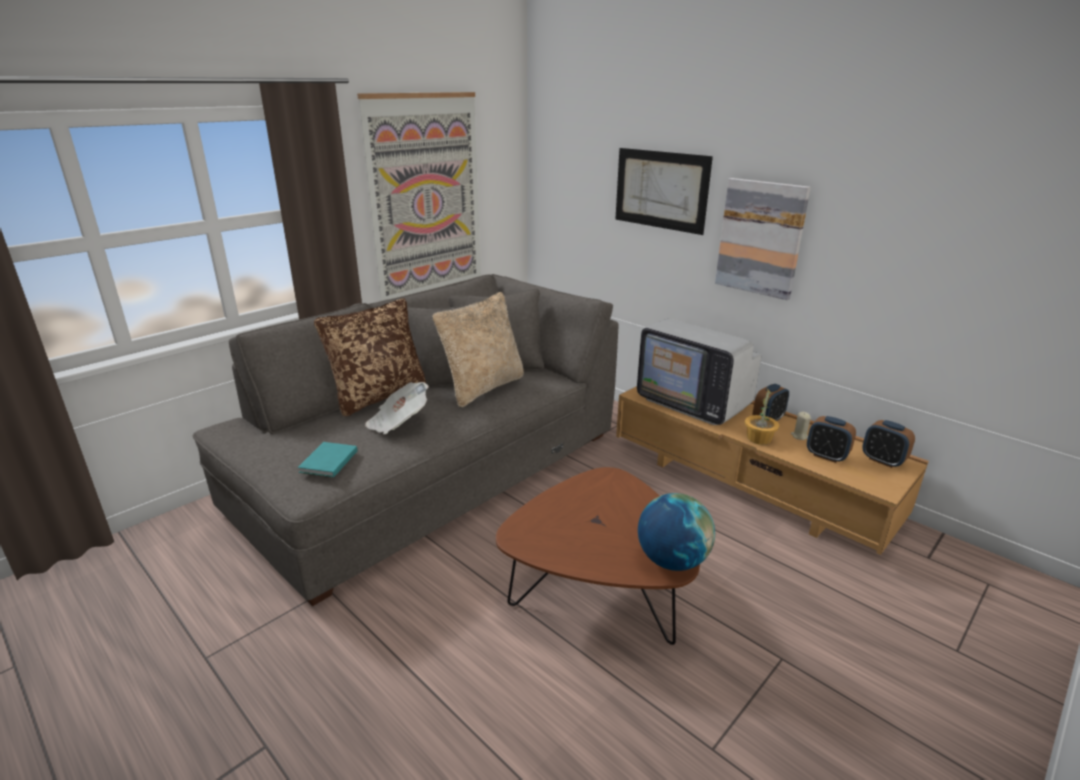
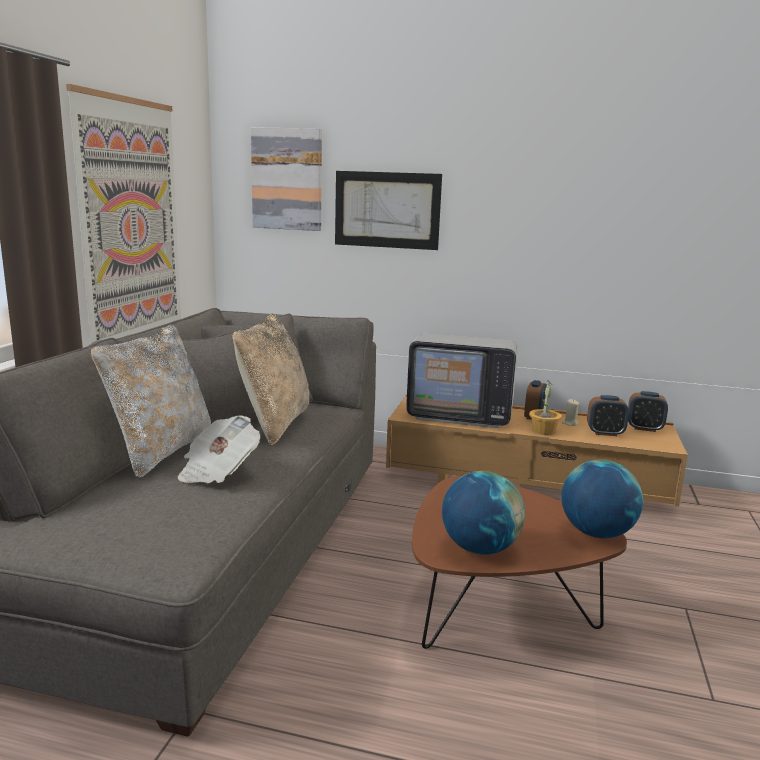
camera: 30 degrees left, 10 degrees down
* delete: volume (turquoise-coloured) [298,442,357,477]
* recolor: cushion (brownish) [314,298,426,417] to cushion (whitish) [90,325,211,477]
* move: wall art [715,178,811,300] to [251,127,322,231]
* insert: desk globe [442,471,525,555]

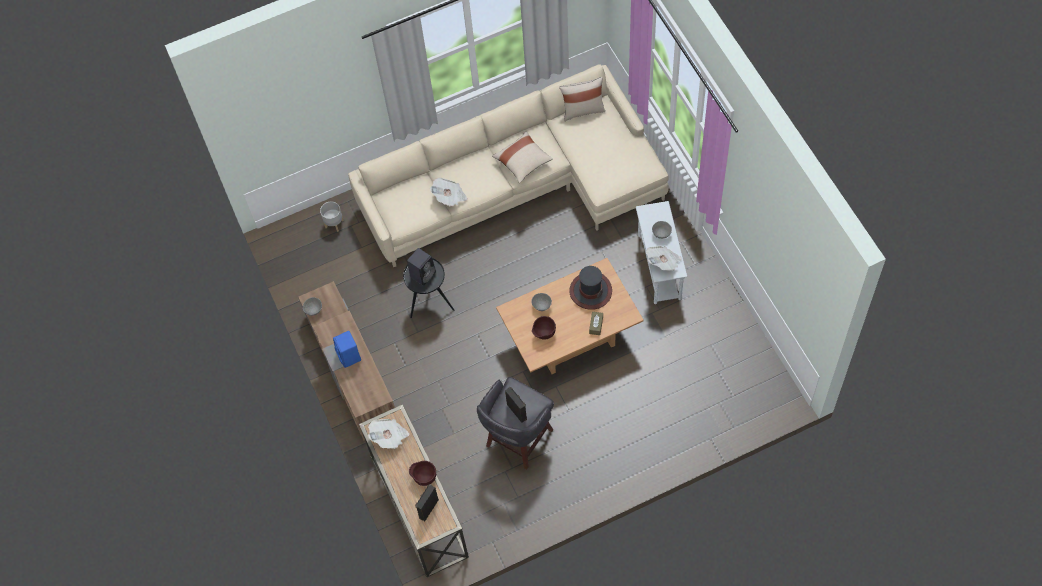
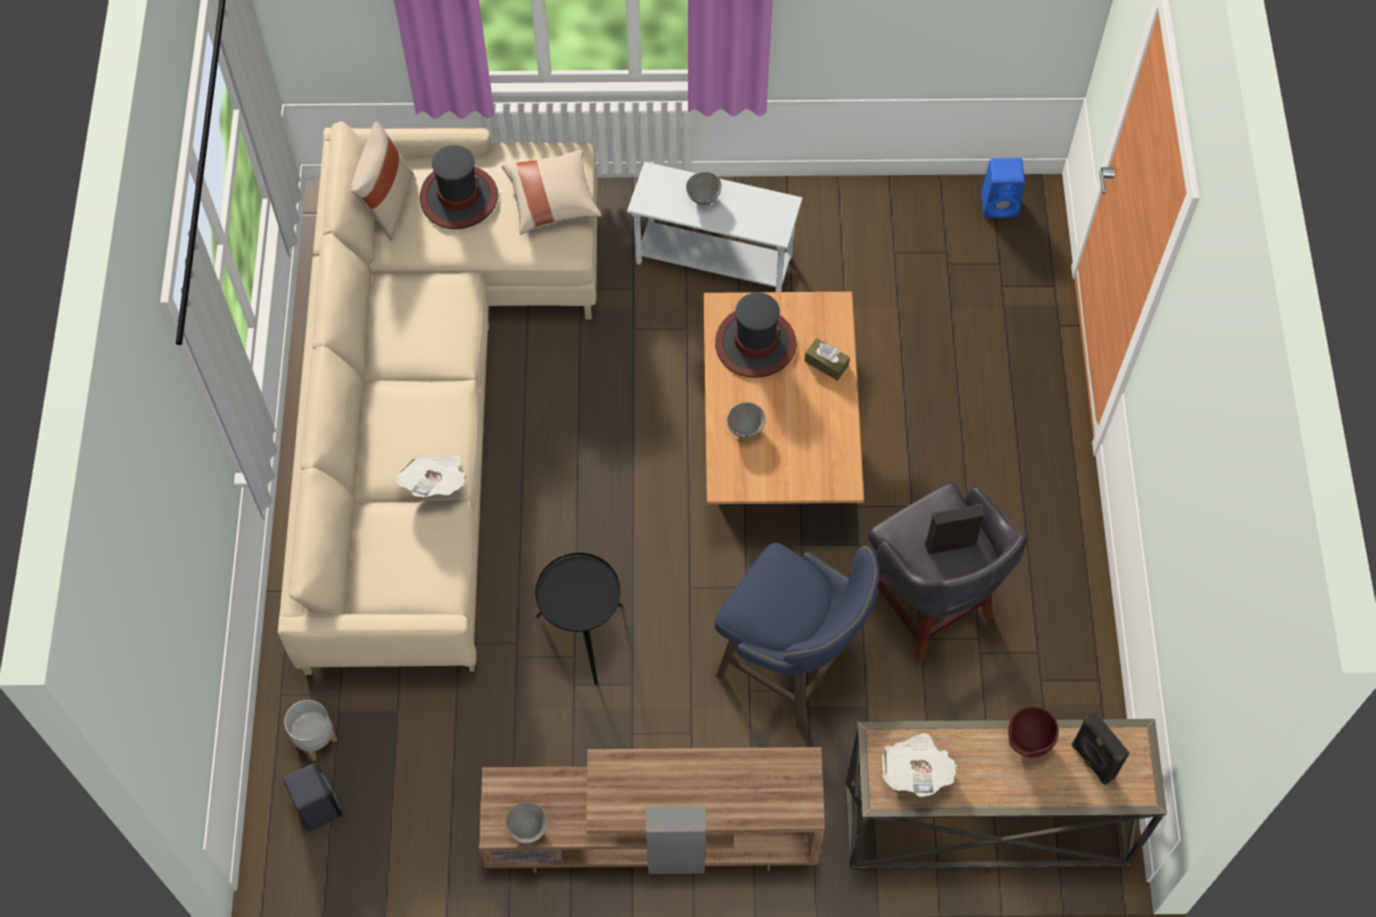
camera: 70 degrees left, 0 degrees up
* move: audio speaker (blue-coloured) [333,331,361,368] to [981,158,1025,218]
* move: audio speaker (black) [407,248,436,286] to [283,763,342,831]
* move: cushion (beige) [492,132,553,183] to [502,149,602,235]
* delete: serving bowl (brownish) [532,316,556,340]
* delete: newspaper [646,246,682,271]
* insert: clothing hat [420,145,498,229]
* insert: stool (blue-coloured) [715,543,880,730]

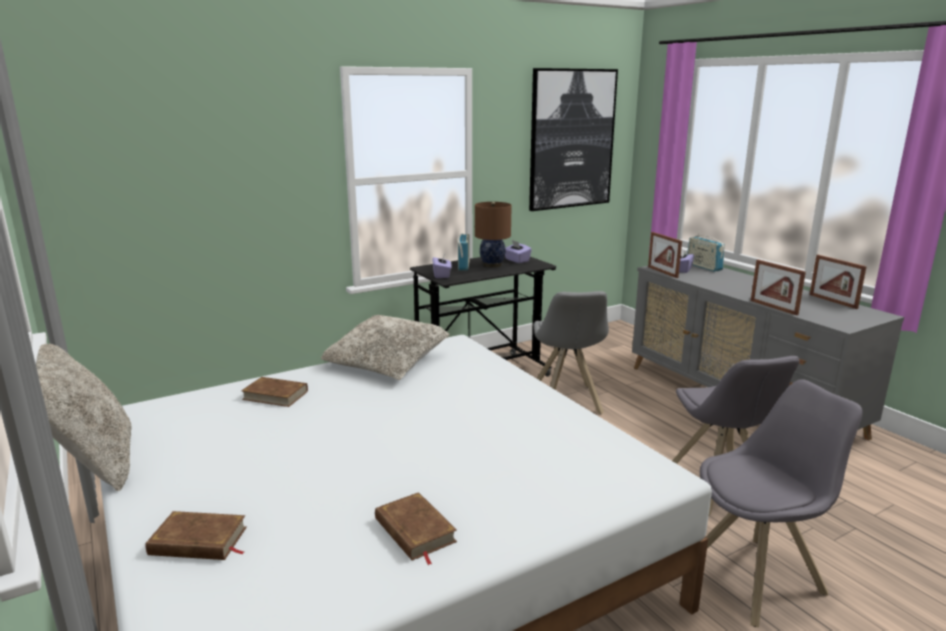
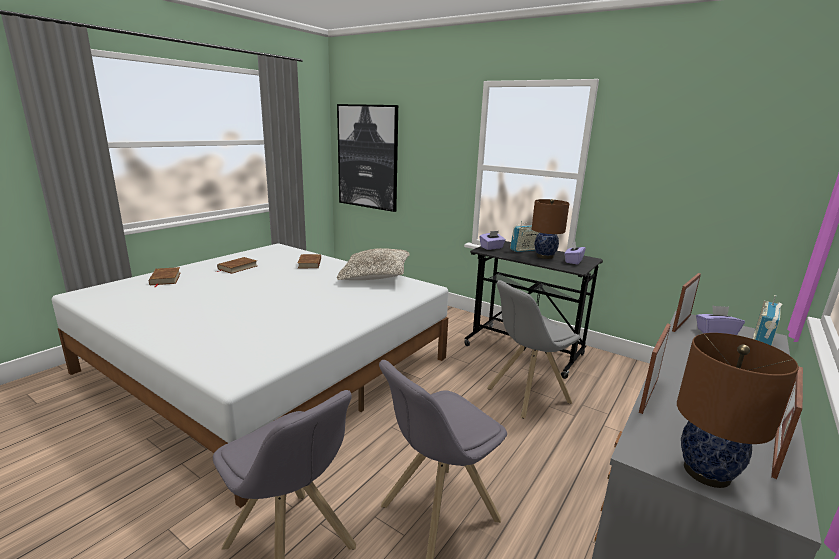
camera: 65 degrees right, 0 degrees up
* delete: cushion (beige) [36,344,131,491]
* move: volume (brownish) [375,492,457,565] to [217,257,257,274]
* move: wall art [529,68,618,211] to [337,104,398,212]
* insert: tabletop lamp (brownish) [677,333,799,488]

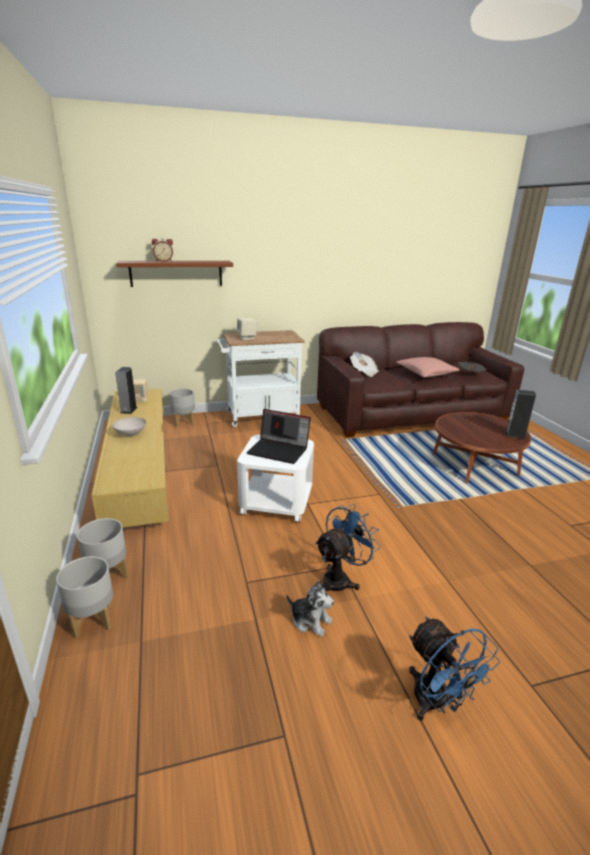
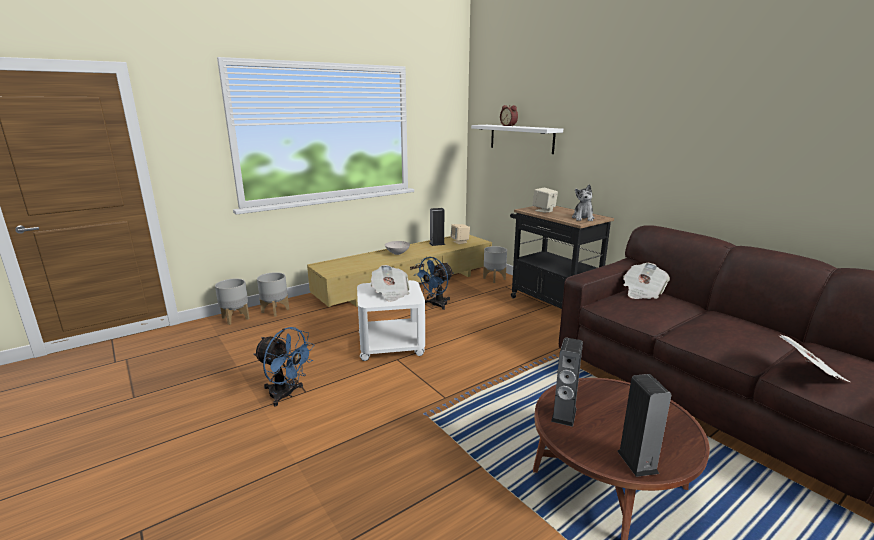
camera: 70 degrees right, 5 degrees down
* recolor: bracket shelf (brownish) [116,261,233,287] to bracket shelf (whitish) [471,125,563,154]
* recolor: wheeled cart (whitish) [217,330,304,427] to wheeled cart (black) [510,206,614,309]
* replace: notebook computer [247,409,311,464] to newspaper [371,265,410,302]
* move: plush toy [287,580,334,637] to [572,184,594,221]
* delete: cushion (pinkish) [397,357,459,378]
* move: electric fan (blue-coloured) [409,616,500,721] to [414,257,454,310]
* insert: audio speaker [551,338,583,427]

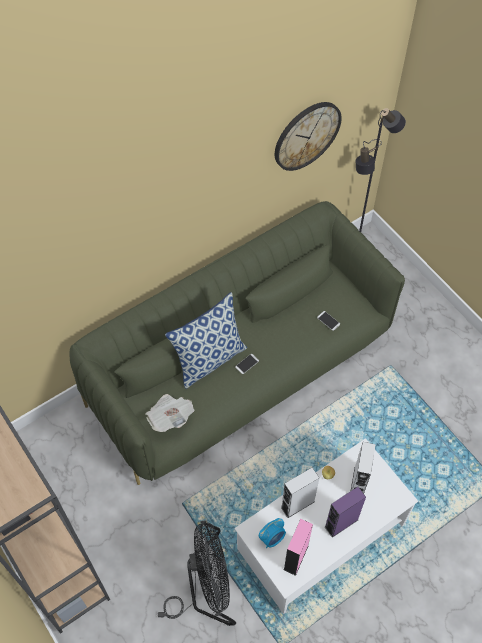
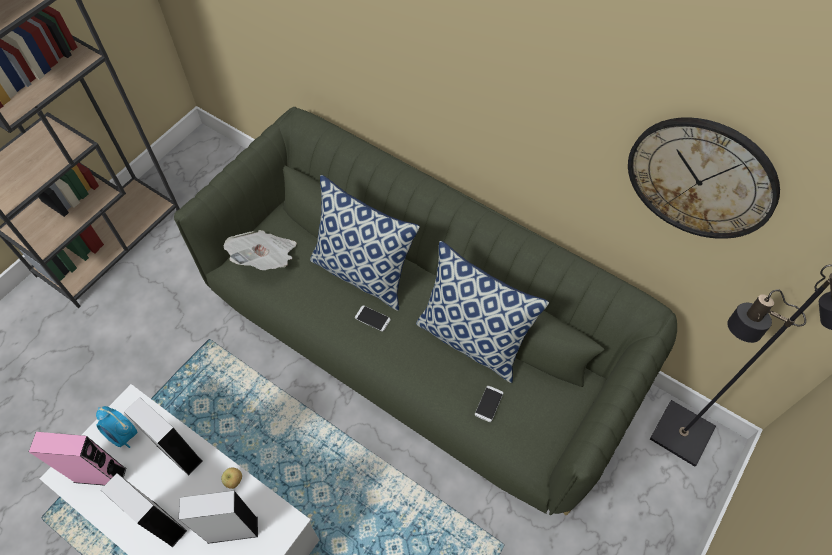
camera: 70 degrees right, 0 degrees up
* delete: electric fan (black) [156,520,236,626]
* recolor: audio speaker (purple) [325,487,366,538] to audio speaker (gray) [101,473,187,548]
* insert: cushion [416,241,549,383]

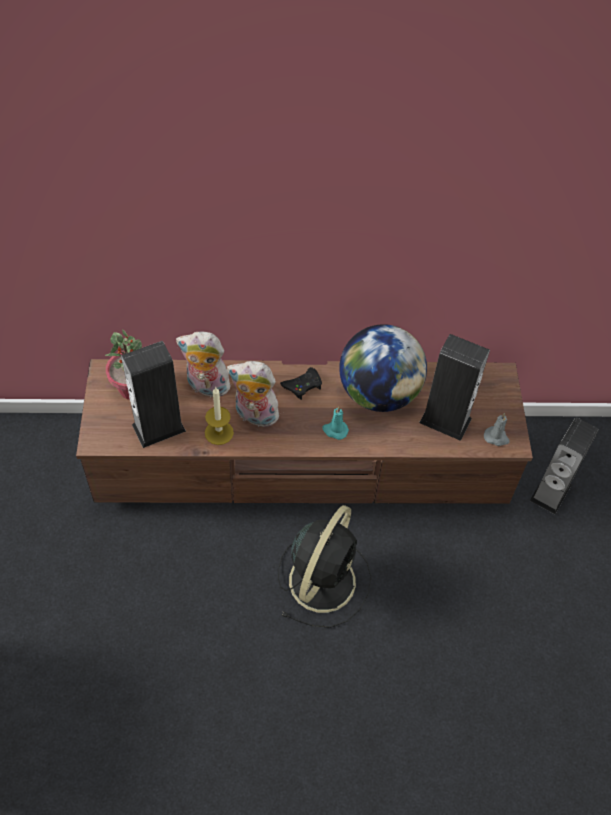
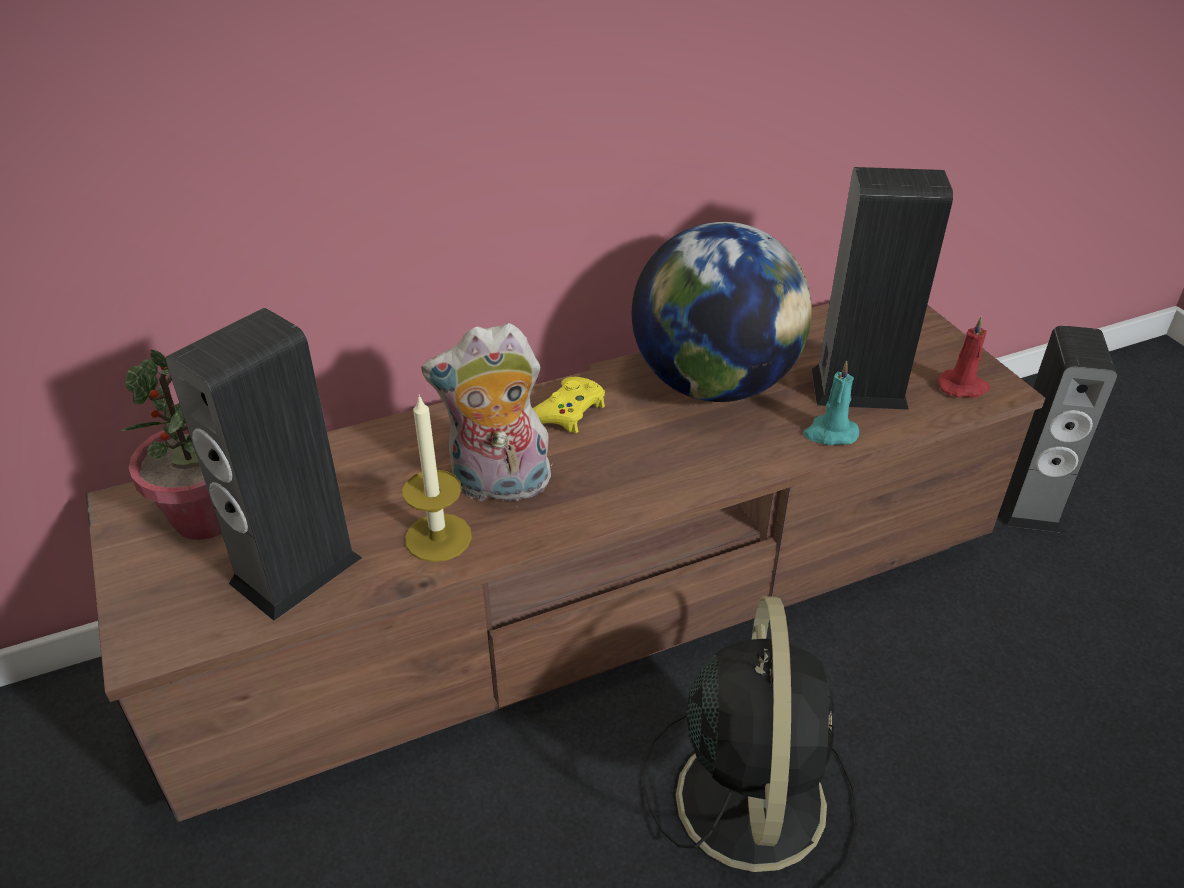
camera: 20 degrees left, 15 degrees down
* delete: plush toy [176,331,233,397]
* recolor: gamepad (black) [280,367,322,400] to gamepad (yellowish) [533,377,605,433]
* move: wax candle (turquoise-coloured) [322,407,349,440] to [803,360,859,445]
* recolor: wax candle (gray) [484,413,510,446] to wax candle (red-coloured) [937,316,990,398]

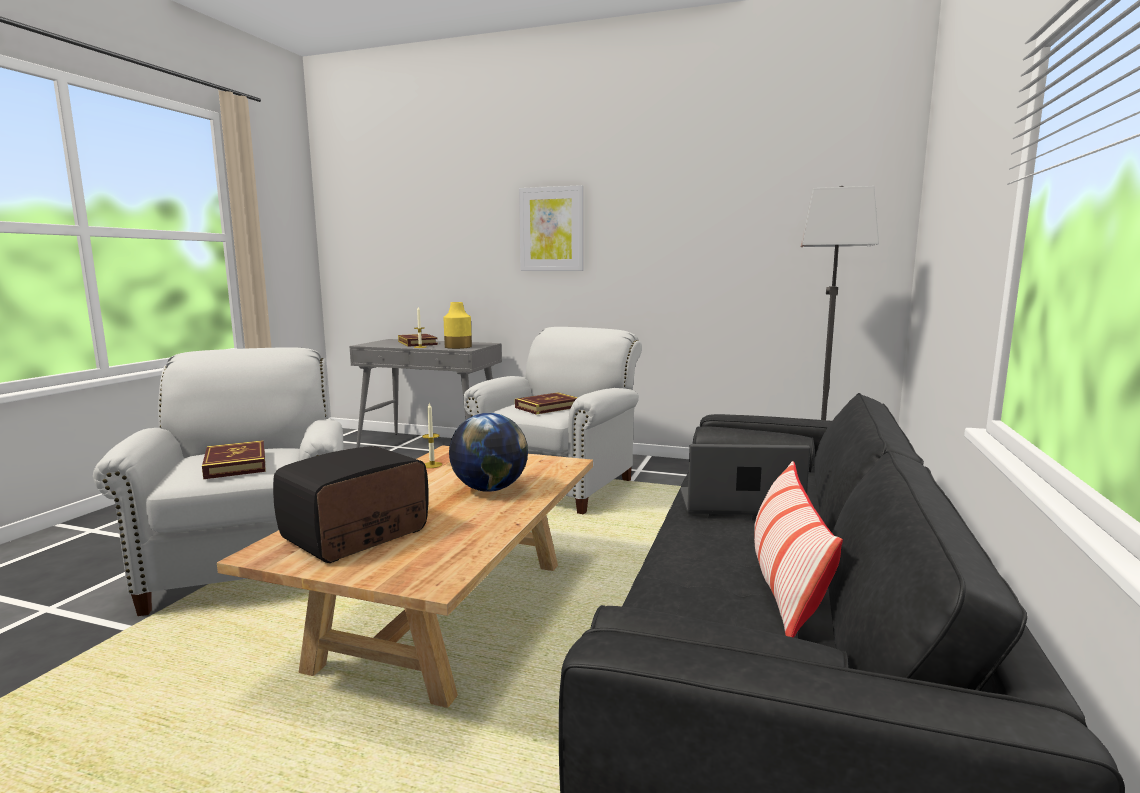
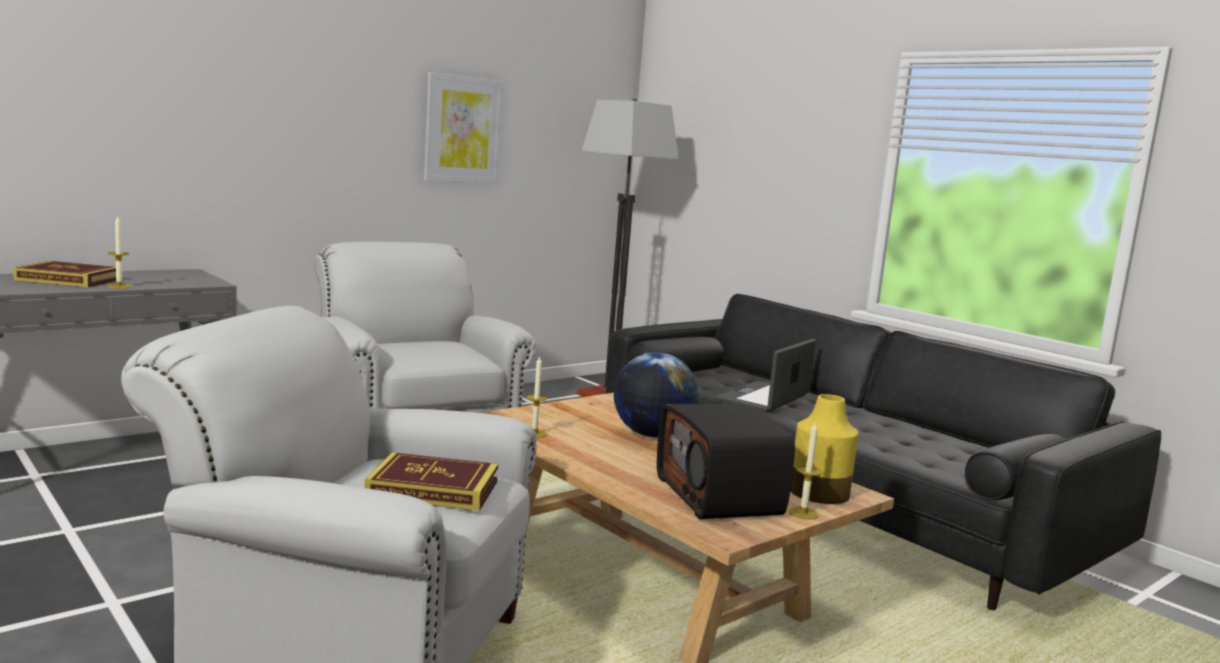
camera: 60 degrees left, 0 degrees up
* move: vase (yellowish) [443,302,472,349] to [790,394,858,504]
* delete: volume [515,392,578,415]
* move: wall art [519,185,583,271] to [424,72,504,184]
* delete: cushion [754,461,843,638]
* insert: wax candle [789,421,822,520]

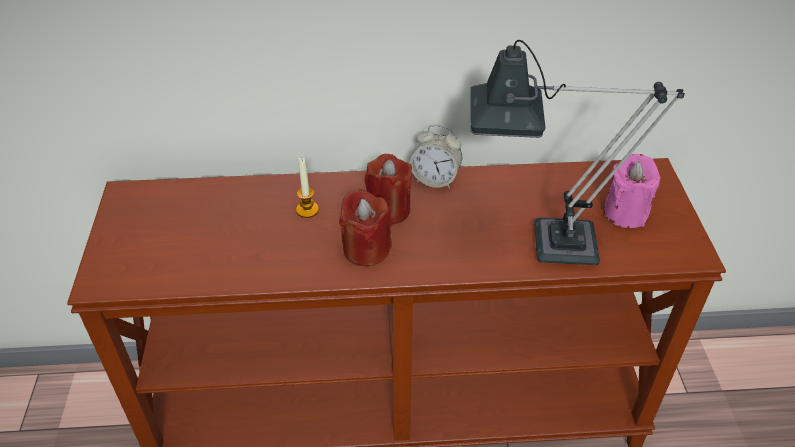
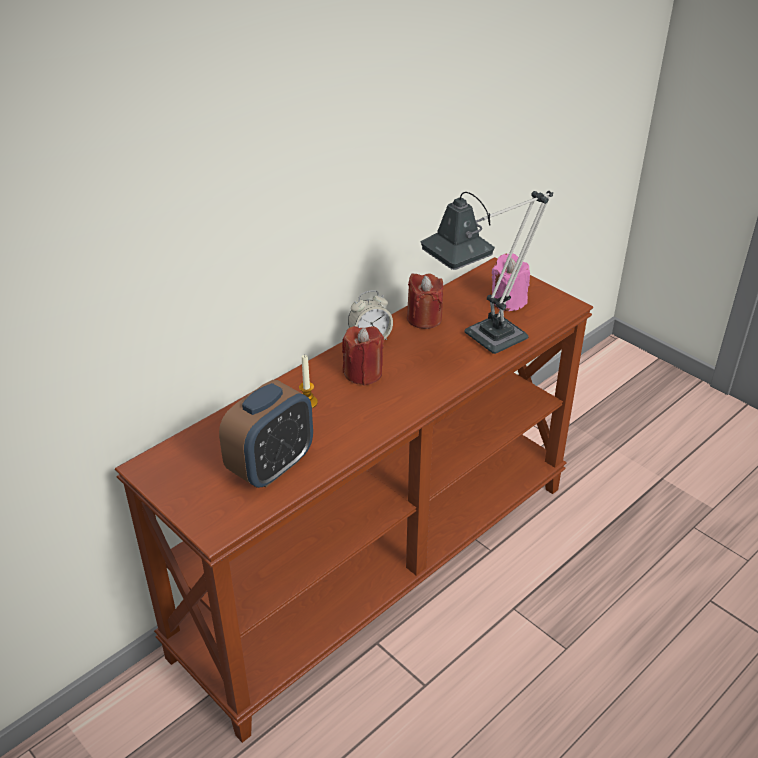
camera: 40 degrees left, 5 degrees down
* move: wax candle (red-coloured) [339,189,392,266] to [407,273,443,329]
* insert: table clock [219,380,313,488]

